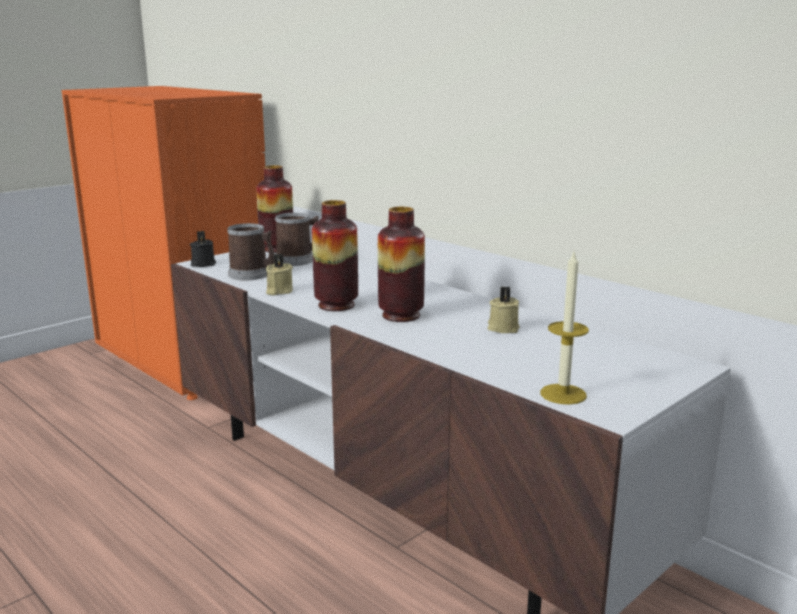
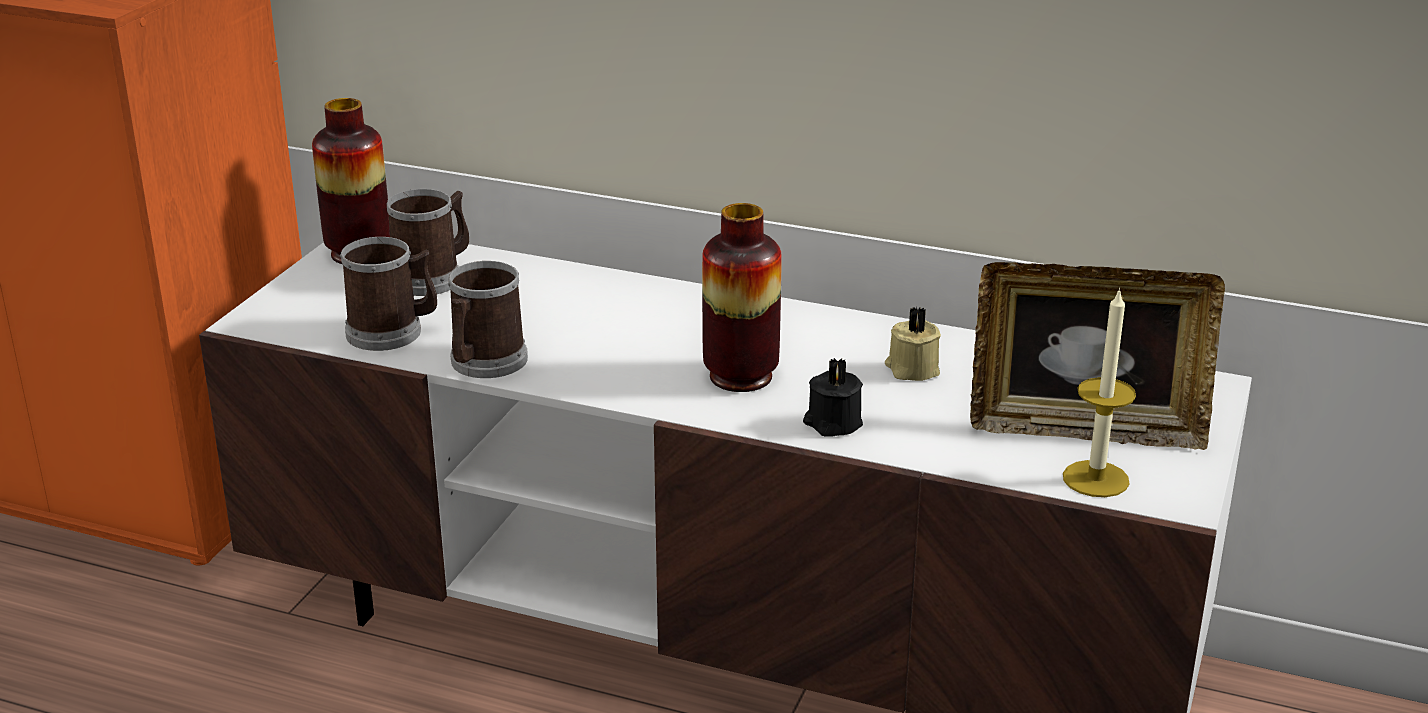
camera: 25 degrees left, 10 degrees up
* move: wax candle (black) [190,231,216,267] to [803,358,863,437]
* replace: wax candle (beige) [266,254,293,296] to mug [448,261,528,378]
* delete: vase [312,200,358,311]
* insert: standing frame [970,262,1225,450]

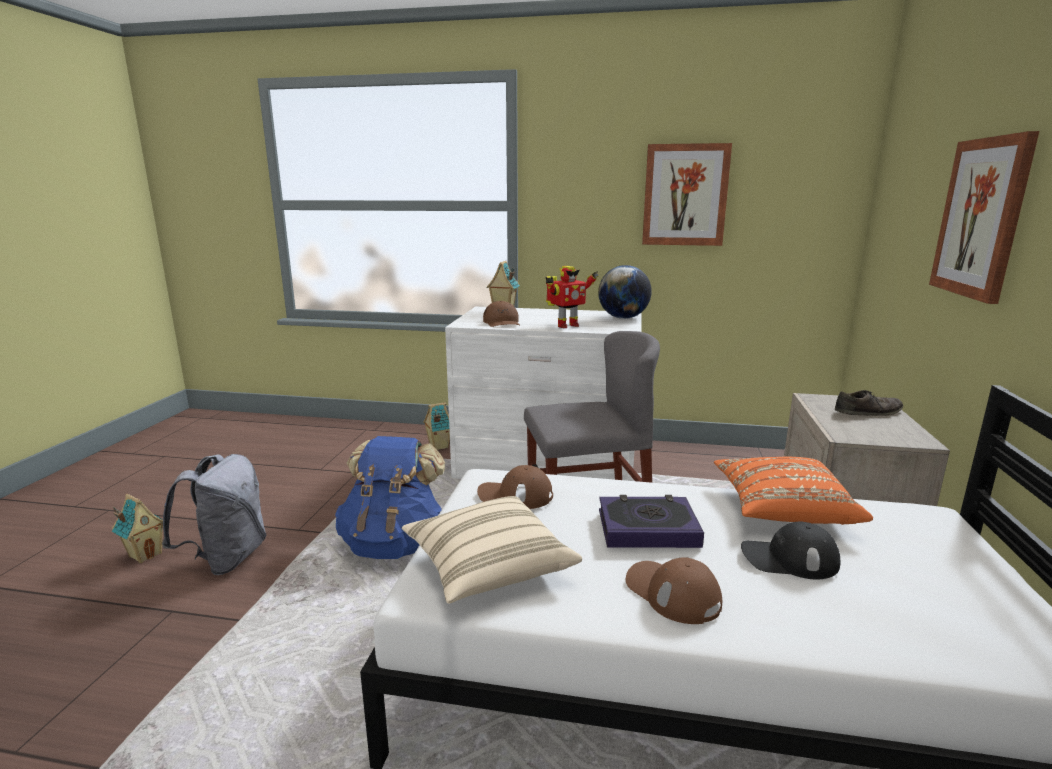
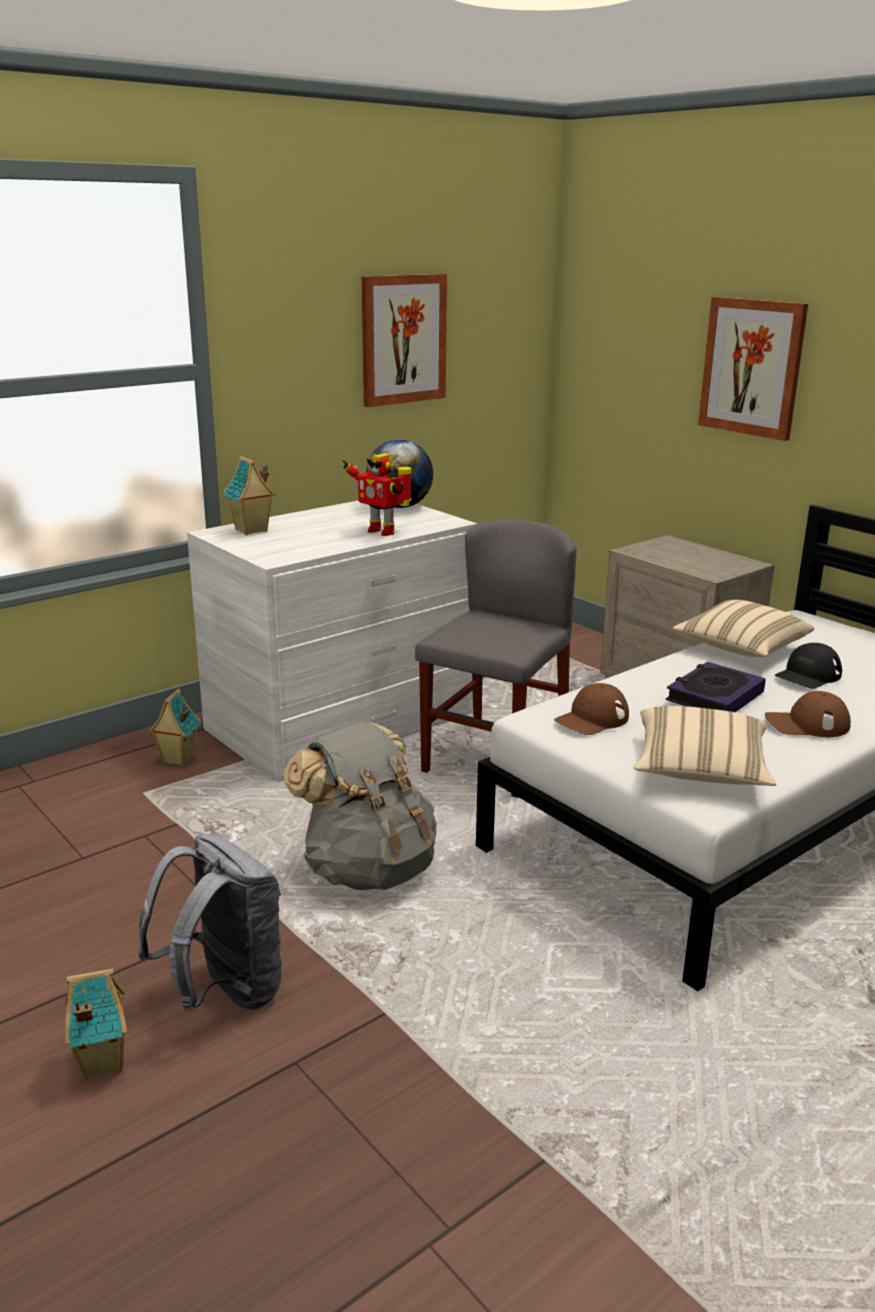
camera: 50 degrees left, 5 degrees up
* recolor: backpack (blue-coloured) [335,436,445,559] to backpack (gray) [284,722,437,890]
* delete: peaked cap (brownish) [483,301,520,327]
* rotate: robot figure [545,266,599,328] = [343,453,412,536] 120 degrees clockwise
* recolor: cushion (orange-coloured) [714,457,873,525] to cushion (beige) [673,600,814,657]
* delete: shoe (brownish) [835,390,903,416]

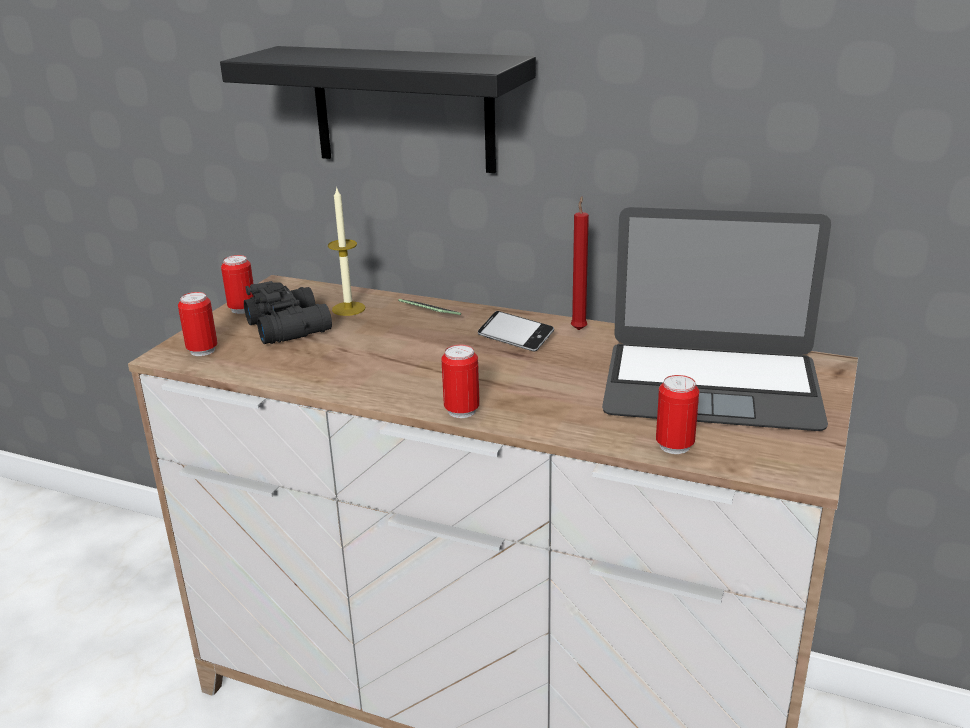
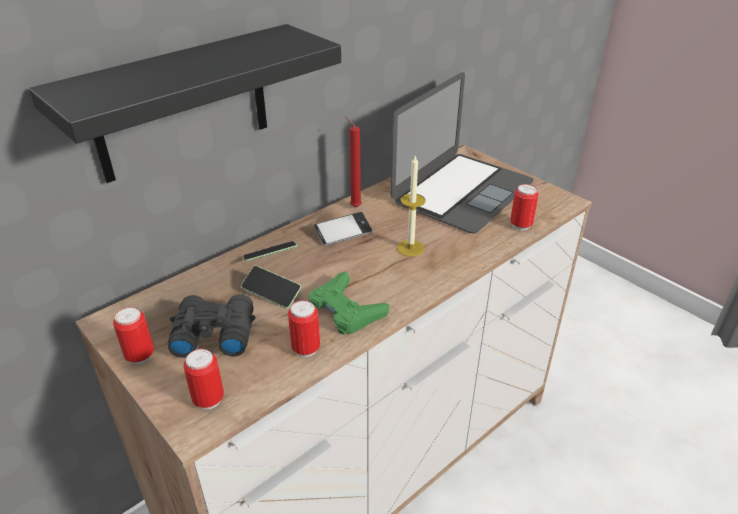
camera: 65 degrees left, 10 degrees up
* move: wax candle [328,186,365,316] to [397,156,426,257]
* move: metal can [441,345,480,418] to [288,300,320,357]
* insert: handset [241,265,301,309]
* insert: gamepad (green) [309,271,389,335]

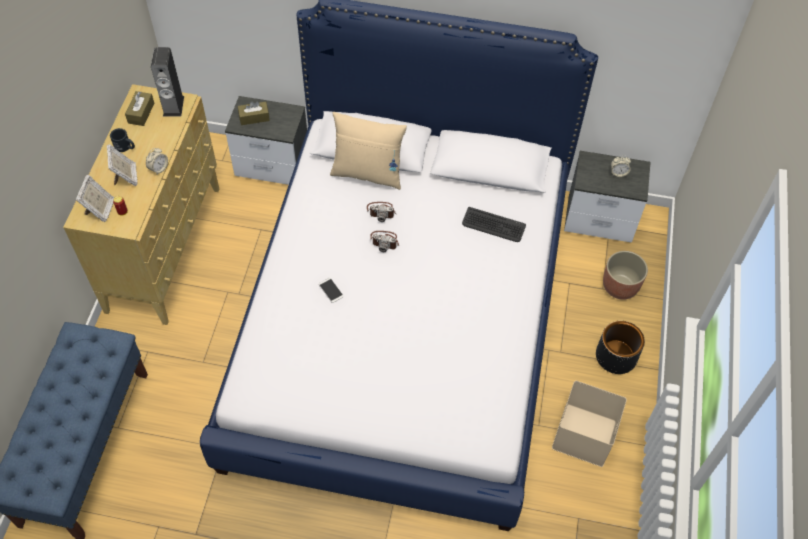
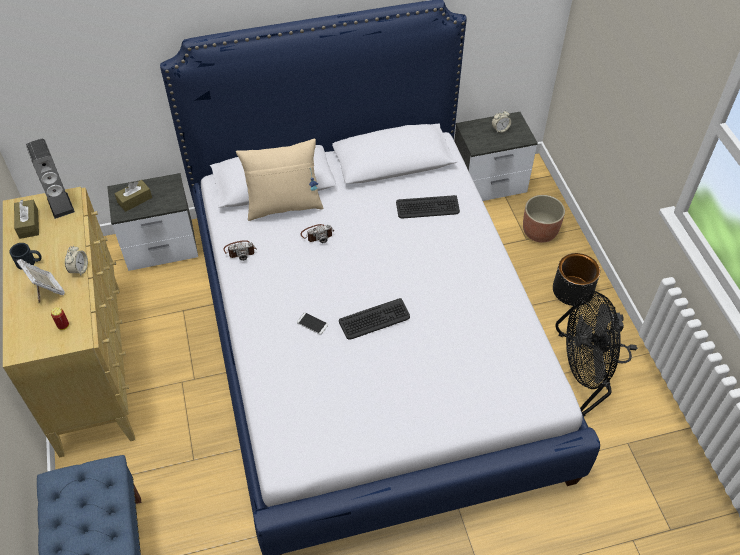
camera: 25 degrees left, 5 degrees down
* delete: standing frame [76,175,114,222]
* move: photo camera [370,231,399,252] to [223,240,257,261]
* replace: storage container (beige) [552,381,627,467] to electric fan (black) [555,291,639,417]
* insert: computer keyboard [339,298,410,340]

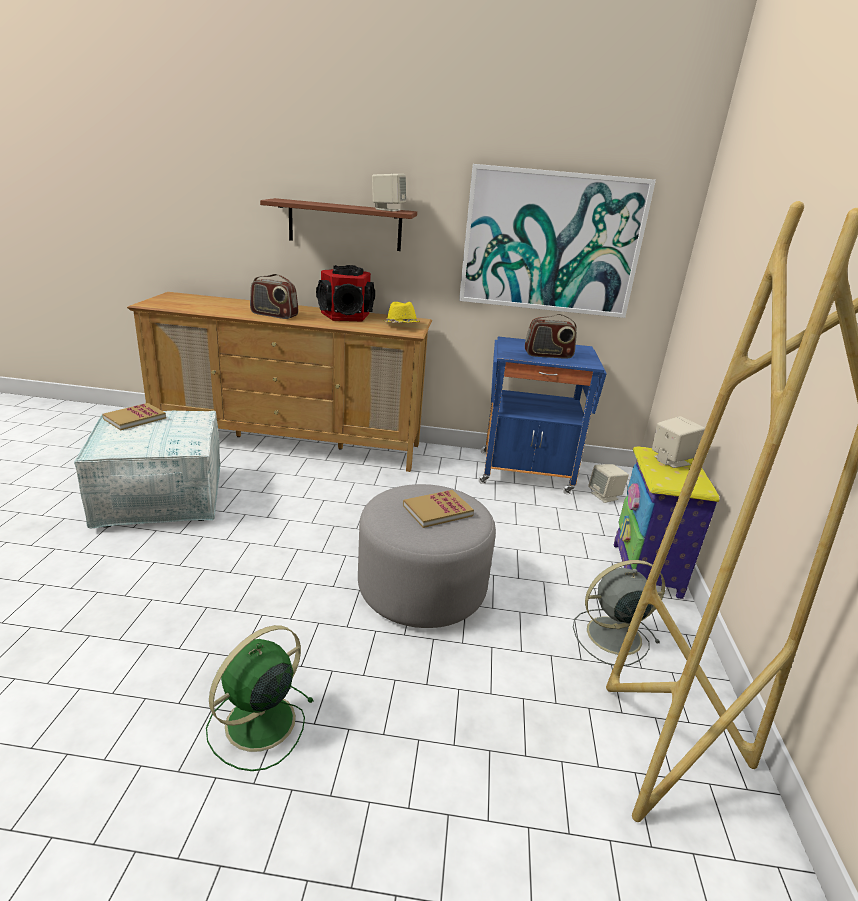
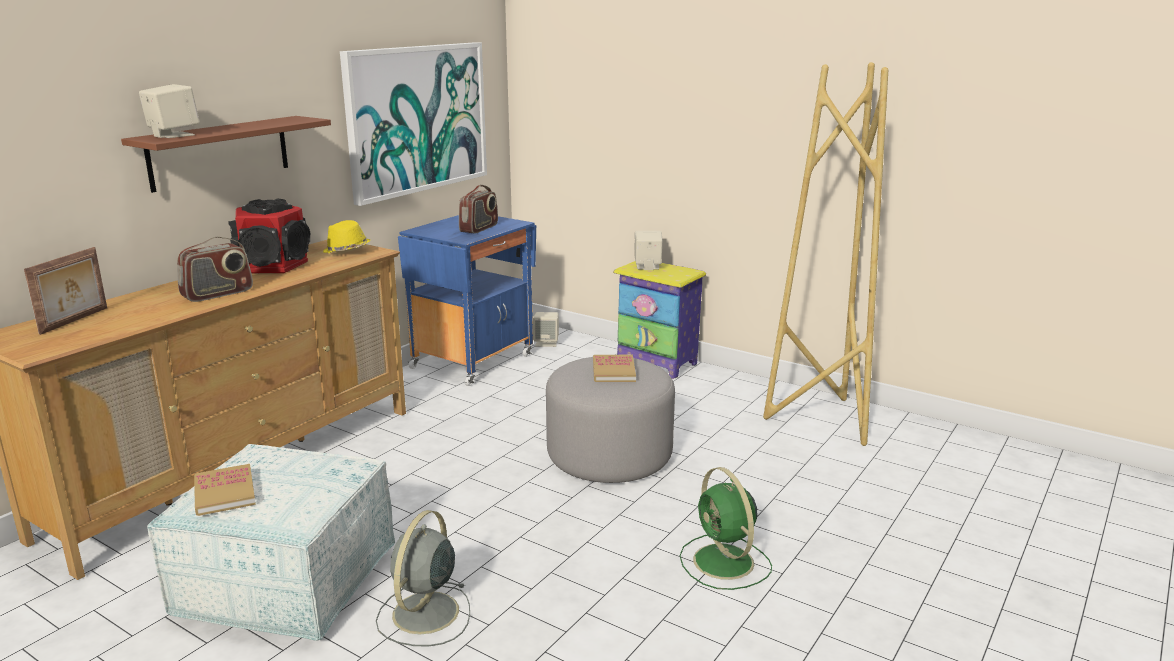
camera: 60 degrees left, 5 degrees down
* move: audio speaker (beige) [372,174,406,212] to [139,84,200,138]
* move: electric fan (gray) [573,560,665,666] to [376,510,470,646]
* insert: standing frame [24,247,107,335]

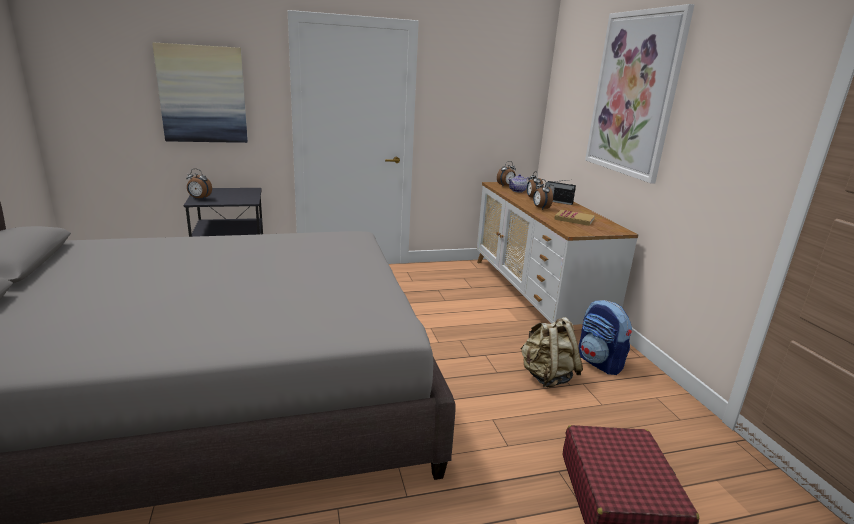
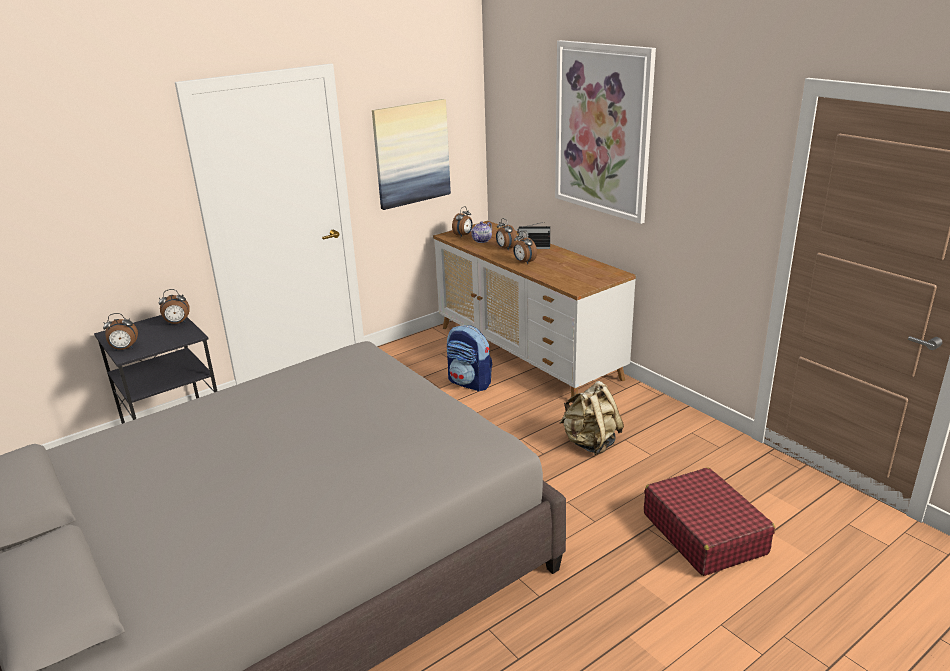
camera: 20 degrees left, 5 degrees up
* move: wall art [152,43,248,143] to [372,99,451,210]
* delete: volume [554,210,595,226]
* move: backpack [578,300,632,375] to [447,325,492,391]
* insert: table clock [159,289,190,325]

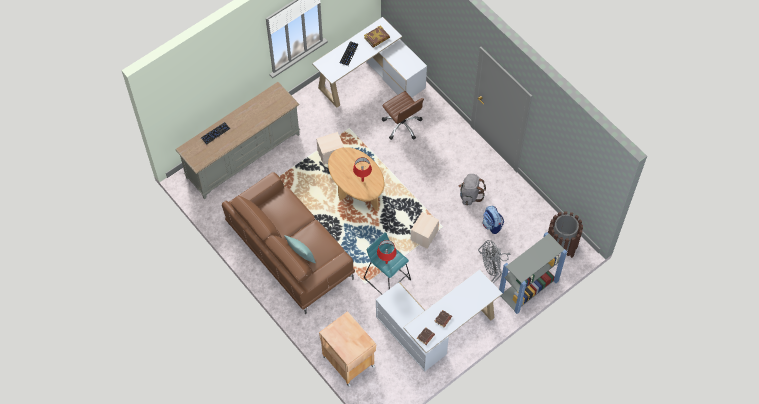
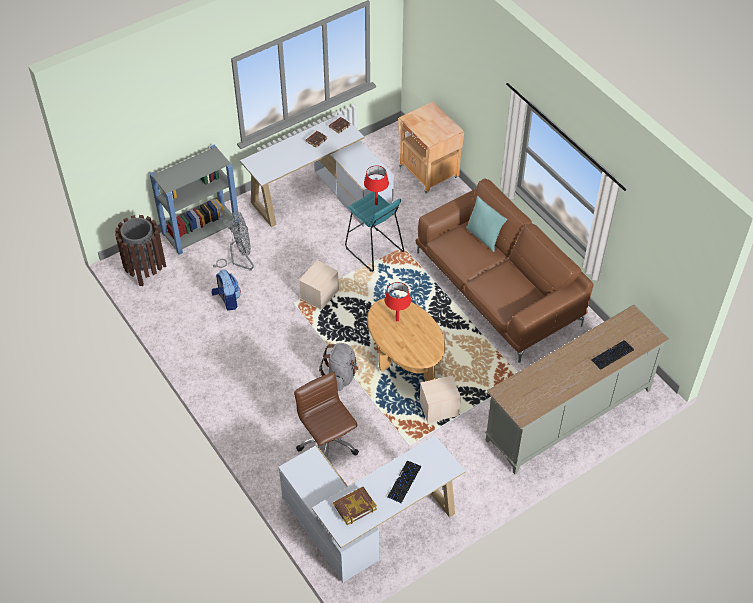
camera: 175 degrees left, 10 degrees down
* move: backpack (gray) [458,174,486,205] to [319,343,359,391]

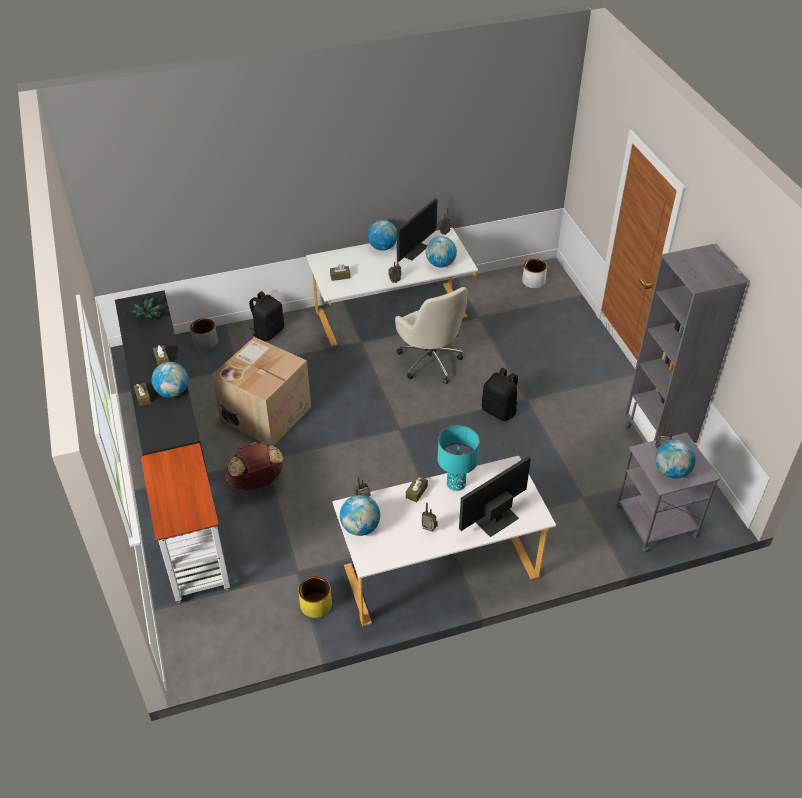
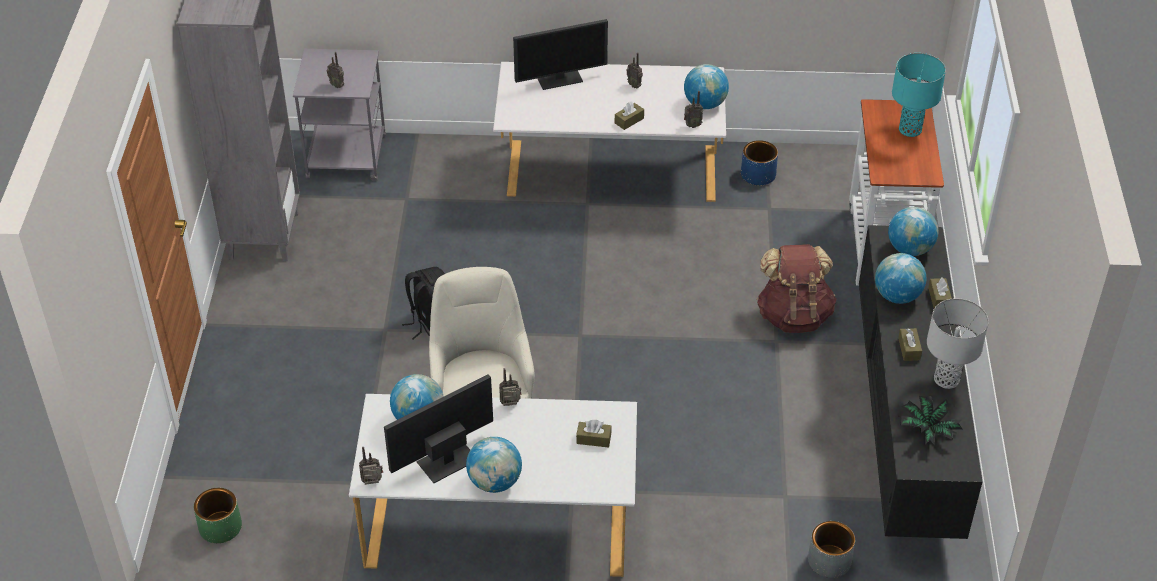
camera: 160 degrees left, 0 degrees up
* delete: cardboard box [212,337,311,446]
* delete: backpack (black) [249,291,284,341]
* recolor: planter (yellowish) [299,576,332,618] to planter (blue-coloured) [741,140,778,186]
* move: tabletop lamp (turquoise-coloured) [437,425,479,491] to [892,53,946,137]
* recolor: planter (whitish) [522,259,547,289] to planter (green) [194,488,242,543]
* move: desk globe [655,440,696,479] to [888,207,939,256]
* insert: tabletop lamp (whitish) [927,298,988,389]

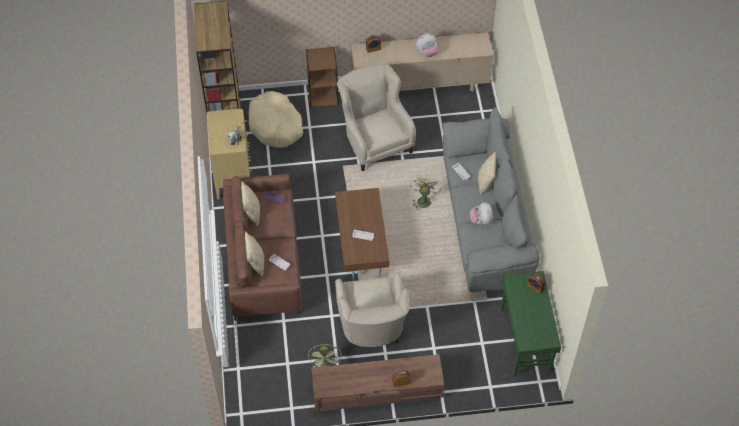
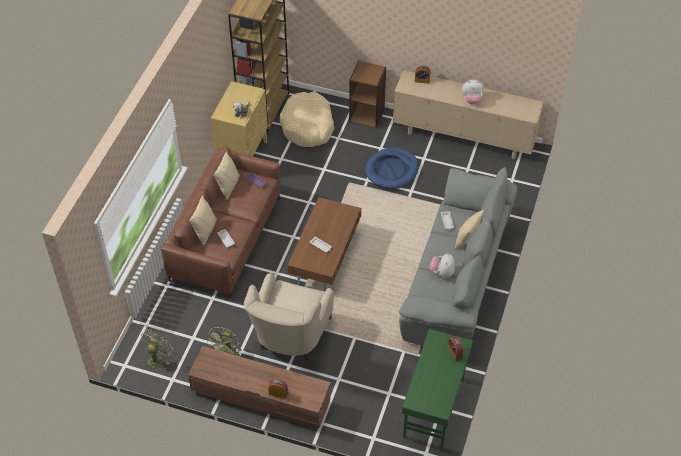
camera: 25 degrees right, 5 degrees down
* replace: lounge chair (beige) [337,64,416,171] to pet bed (blue-coloured) [365,147,419,189]
* move: electric fan (green) [410,175,441,210] to [141,329,172,369]

